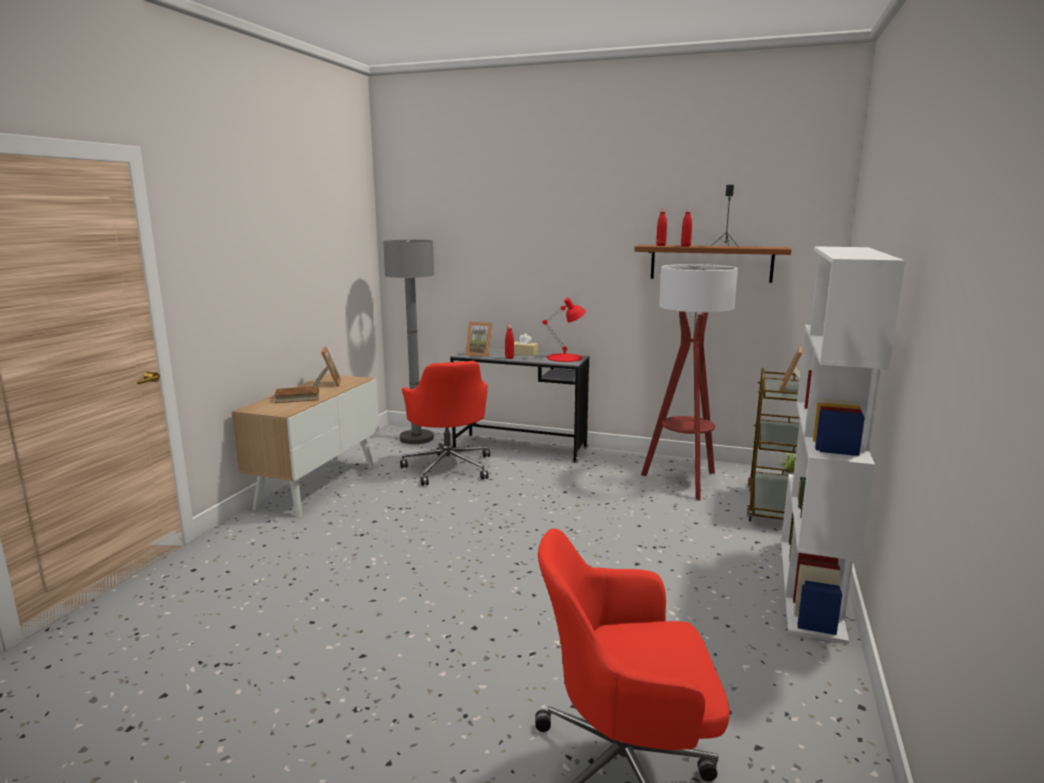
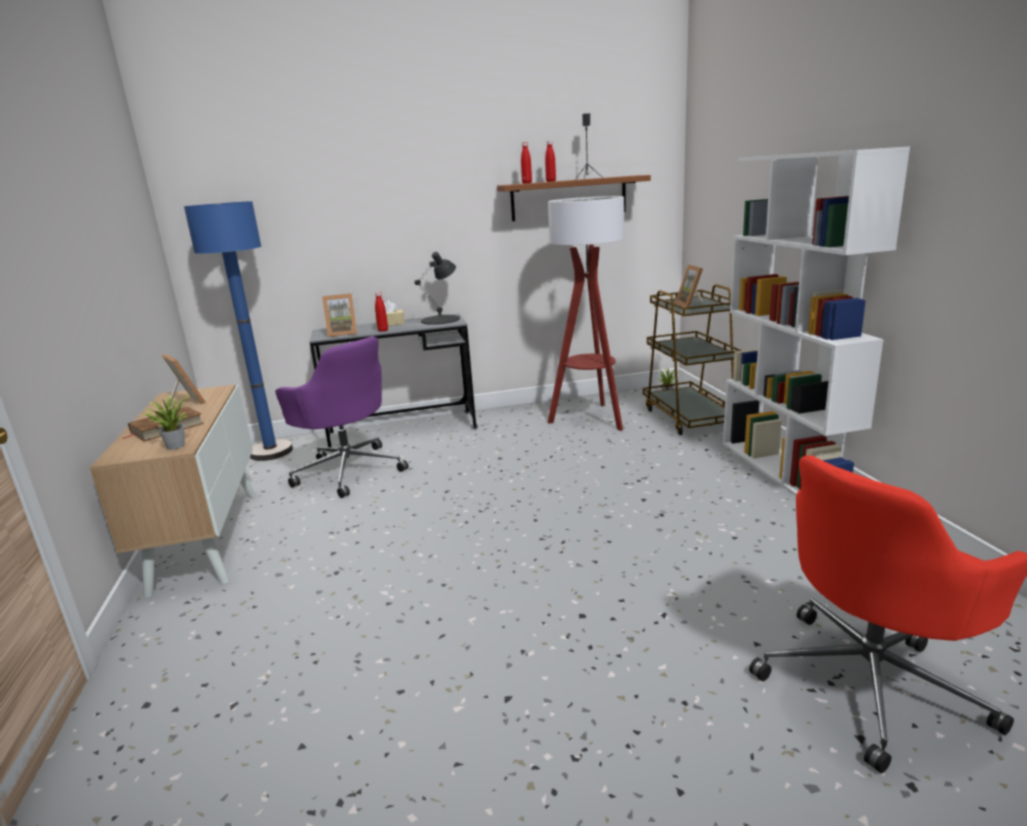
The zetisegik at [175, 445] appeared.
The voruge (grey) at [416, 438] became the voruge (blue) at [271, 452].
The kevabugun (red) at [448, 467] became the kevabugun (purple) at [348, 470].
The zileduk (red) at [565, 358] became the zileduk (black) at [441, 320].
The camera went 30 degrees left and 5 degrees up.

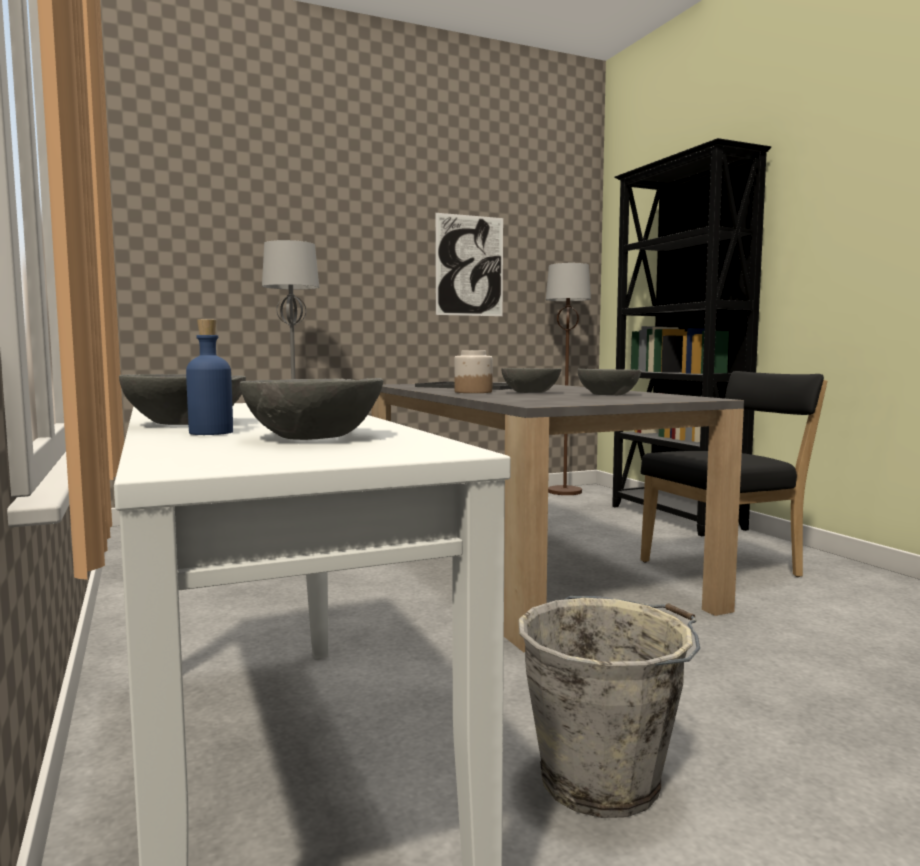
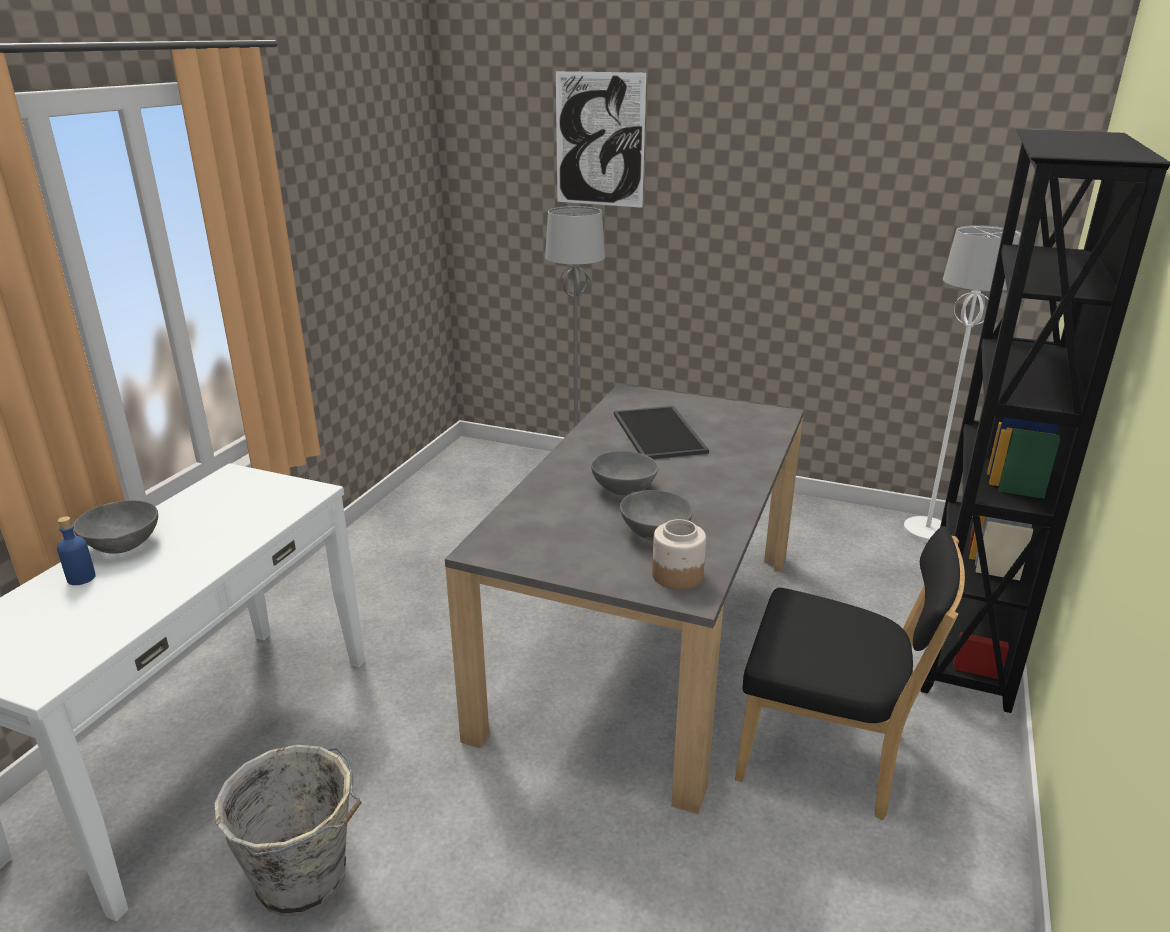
The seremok moved from [469, 265] to [599, 140].
The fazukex moved from [472, 392] to [676, 575].
The voruge (brown) at [565, 491] became the voruge (white) at [927, 531].
The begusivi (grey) at [314, 437] disappeared.
The camera went 45 degrees right and 20 degrees up.

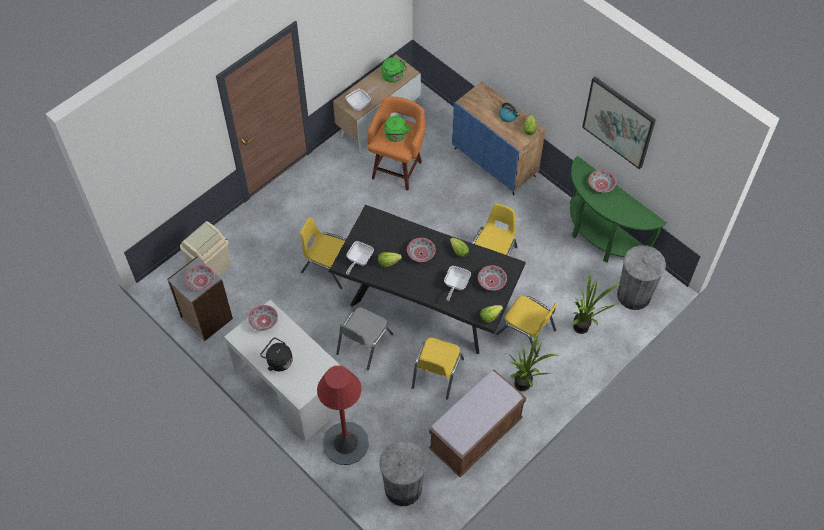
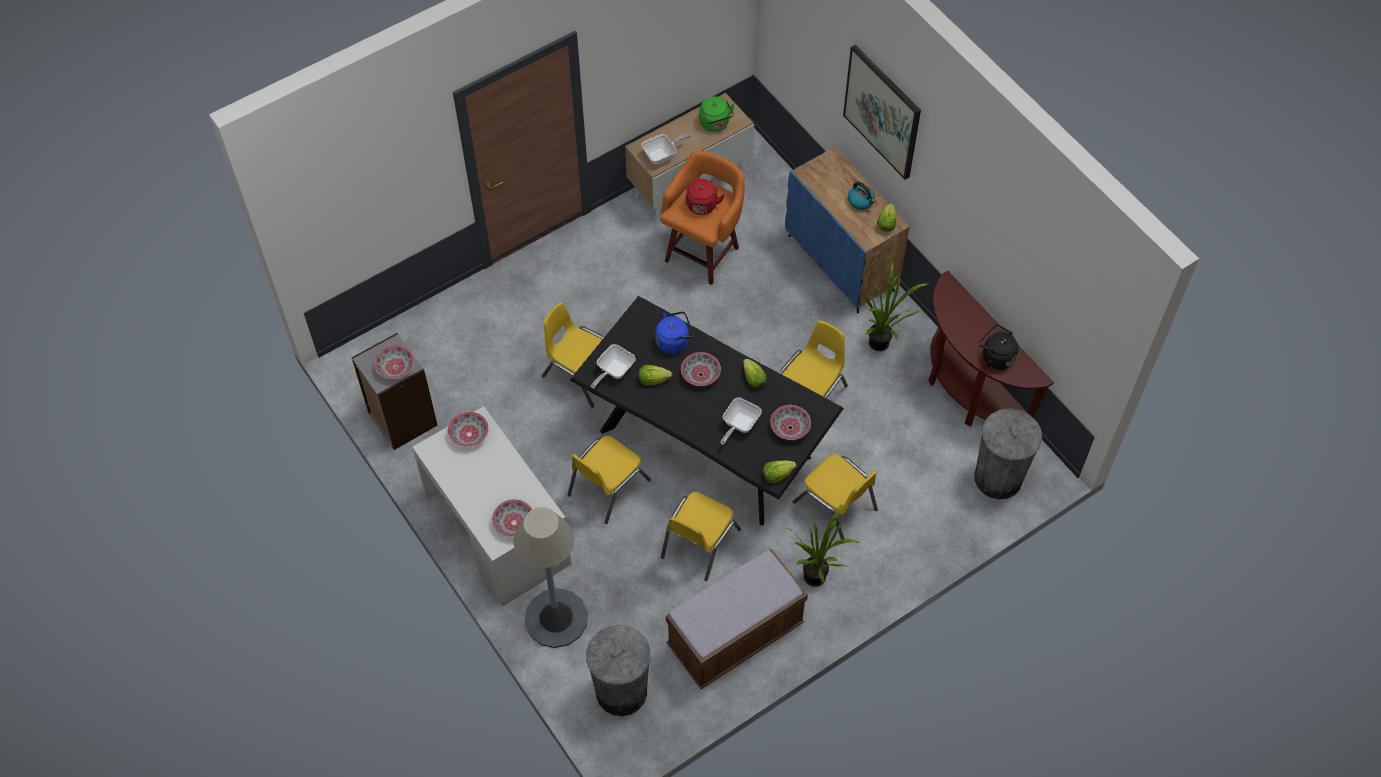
The begusivi moved from [601, 185] to [514, 522].
The voruge (red) at [345, 443] became the voruge (grey) at [556, 618].
The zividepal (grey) at [363, 344] became the zividepal (yellow) at [607, 487].
The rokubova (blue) at [674, 341] appeared.
The rokubova (green) at [396, 136] became the rokubova (red) at [701, 207].
The seremok moved from [619, 122] to [882, 111].
The zetisegik moved from [584, 329] to [883, 346].
The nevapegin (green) at [600, 238] became the nevapegin (brown) at [968, 391].
The rokubova (black) moved from [278, 361] to [995, 357].
The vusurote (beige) at [210, 266] disappeared.
The camera went 10 degrees right and 0 degrees up.

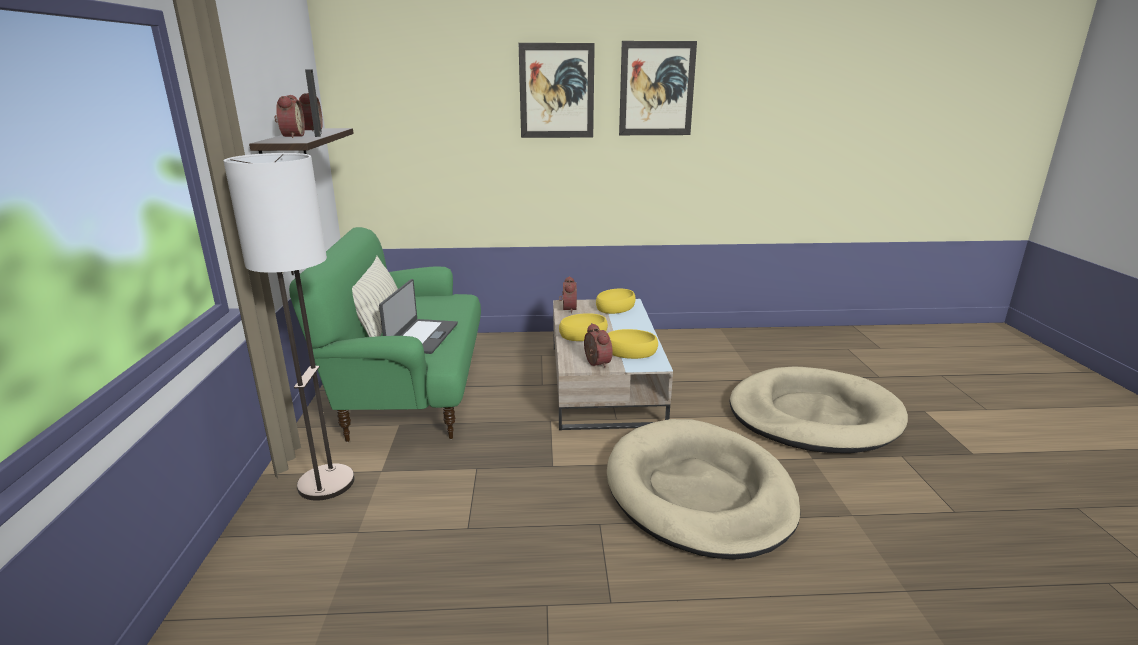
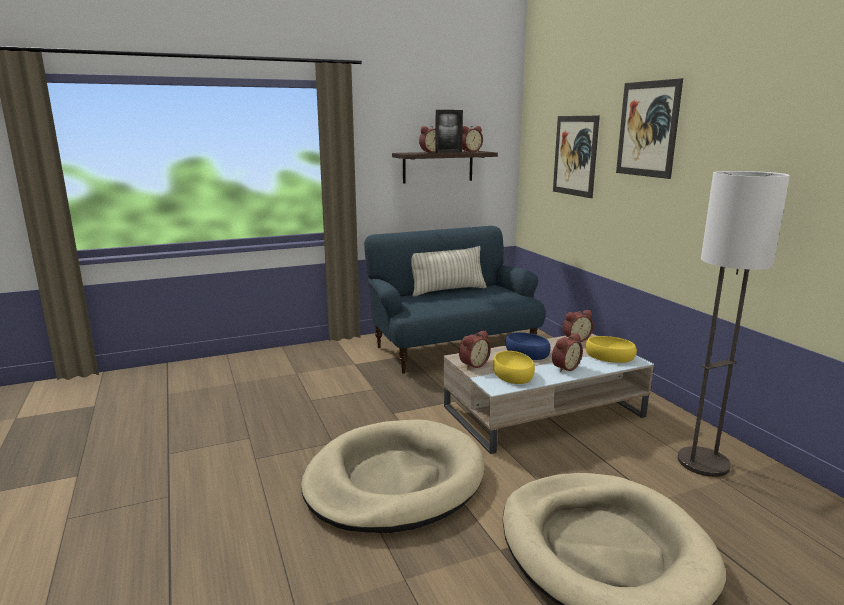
The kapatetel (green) at [412, 391] became the kapatetel (blue) at [453, 348].
The begusivi (yellow) at [583, 334] became the begusivi (blue) at [527, 352].
The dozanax at [564, 367] appeared.
The seremok moved from [656, 89] to [575, 156].
The voruge moved from [326, 483] to [703, 462].
The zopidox at [421, 336] disappeared.
The camera went 70 degrees right and 5 degrees down.

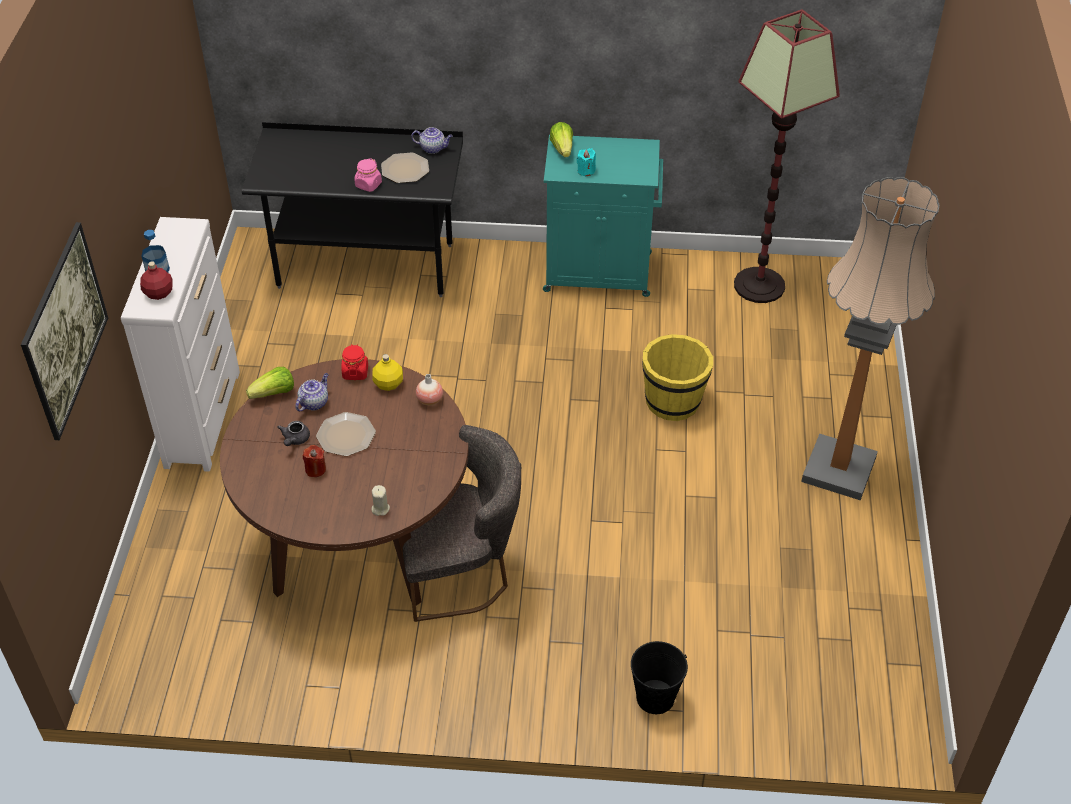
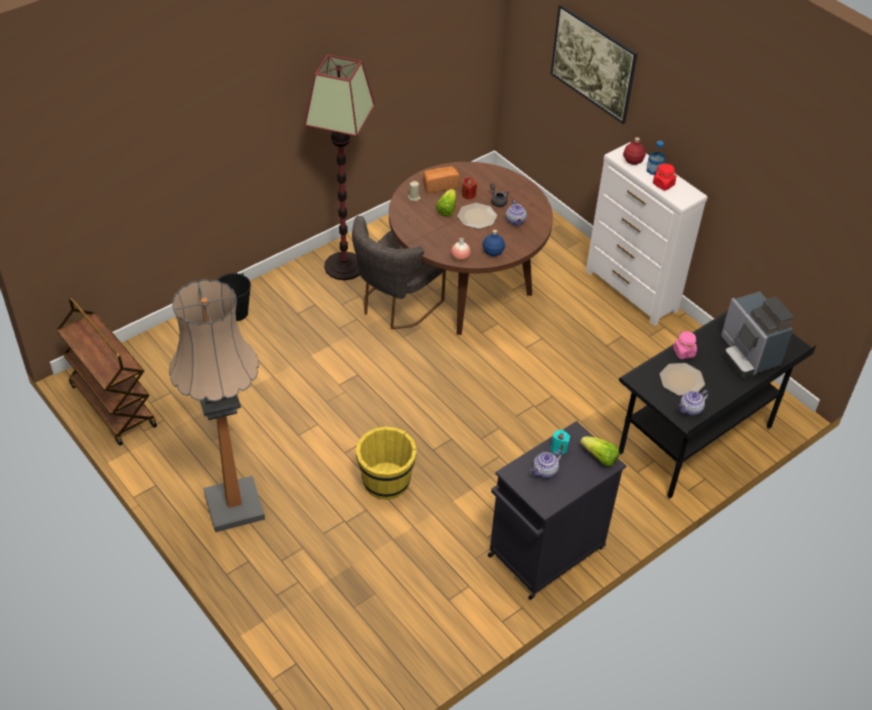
The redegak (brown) at [112, 405] appeared.
The voruge moved from [758, 285] to [344, 266].
The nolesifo at [440, 185] appeared.
The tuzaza moved from [274, 393] to [447, 209].
The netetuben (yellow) at [388, 384] became the netetuben (blue) at [493, 252].
The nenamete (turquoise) at [600, 272] became the nenamete (black) at [544, 553].
The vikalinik at [544, 472] appeared.
The fazukex (red) moved from [355, 372] to [663, 184].
The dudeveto at [748, 355] appeared.
The camera went 135 degrees right and 0 degrees up.

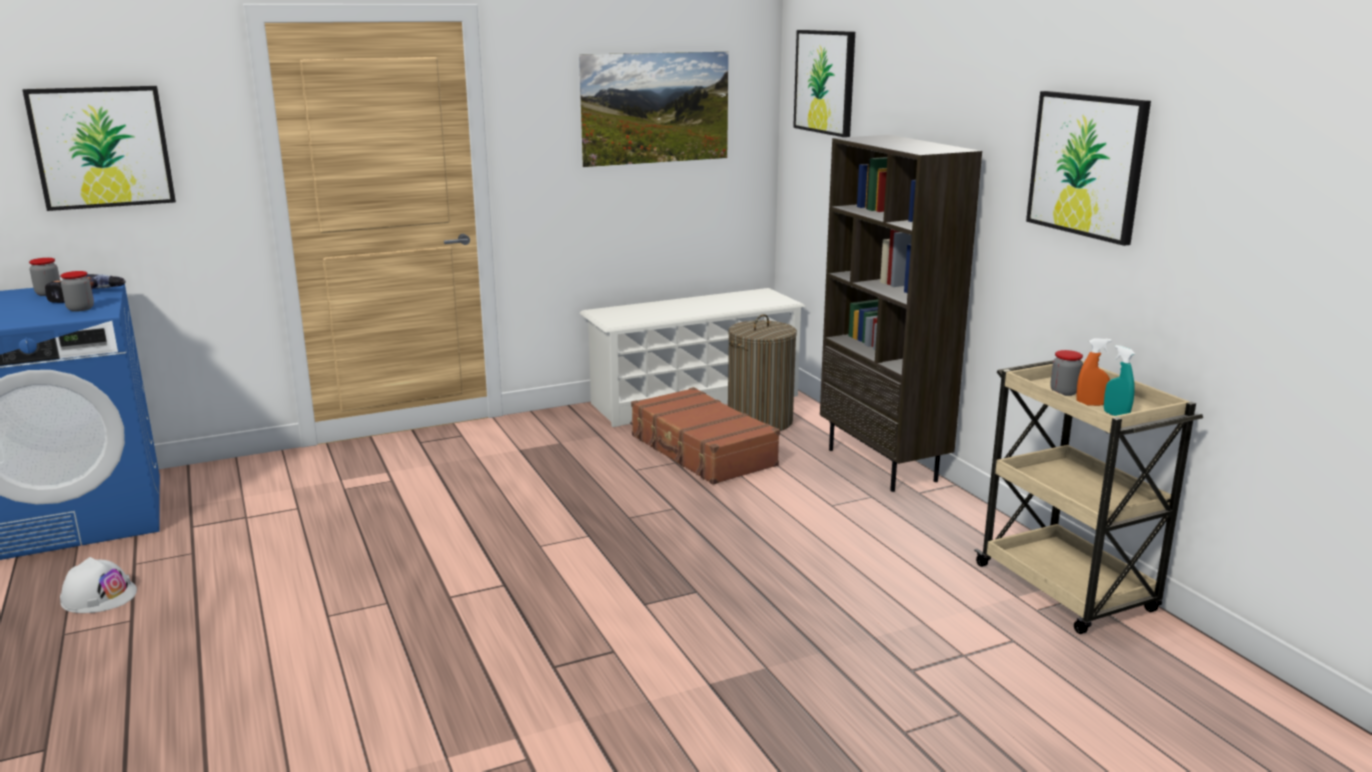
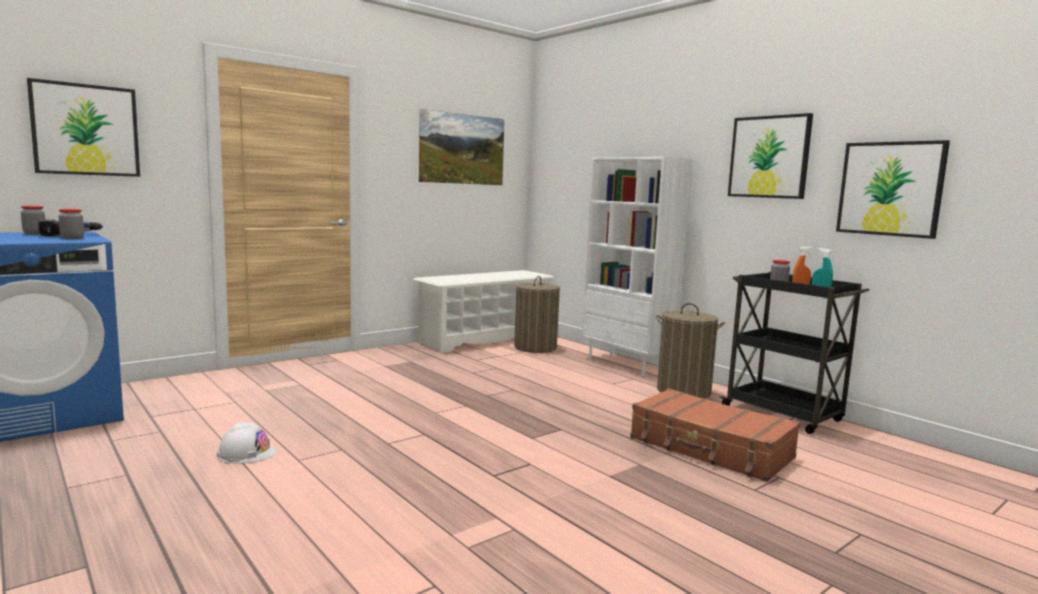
The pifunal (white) moved from [99, 596] to [247, 453].
The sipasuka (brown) at [883, 465] became the sipasuka (white) at [627, 364].
The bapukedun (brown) moved from [701, 451] to [710, 449].
The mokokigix at [683, 391] appeared.
The redegak (beige) at [1067, 590] became the redegak (black) at [783, 414].
The seremok moved from [825, 82] to [890, 189].
The camera went 15 degrees left and 10 degrees down.

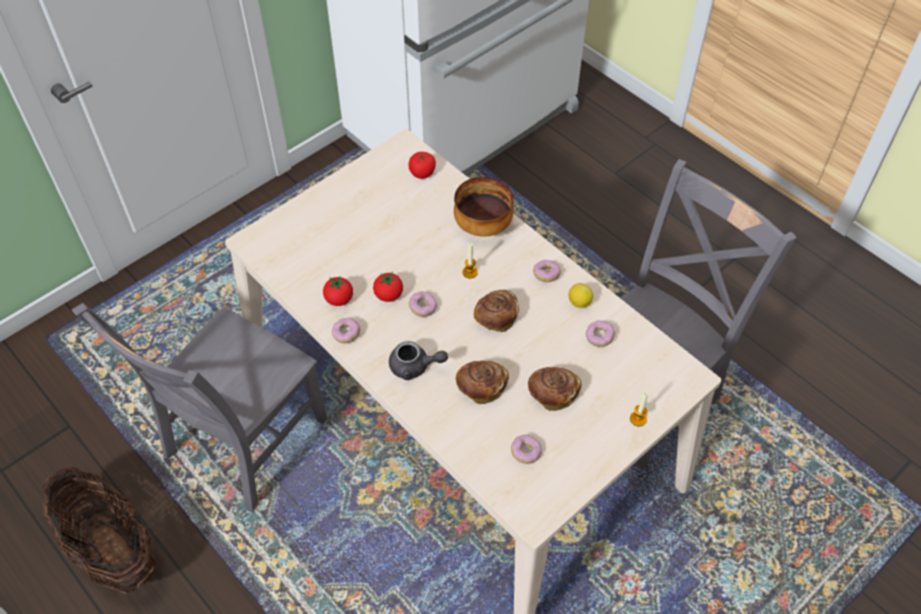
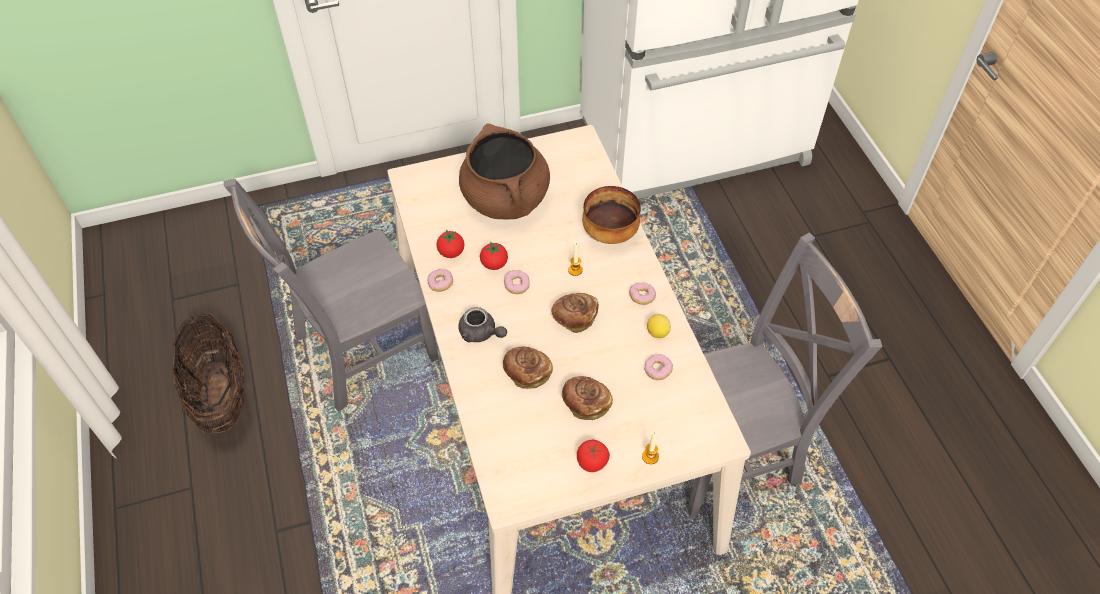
The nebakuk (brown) at [506, 199] appeared.
The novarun moved from [422, 173] to [592, 462].
The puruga at [525, 452] disappeared.
The camera went 25 degrees right and 0 degrees up.

